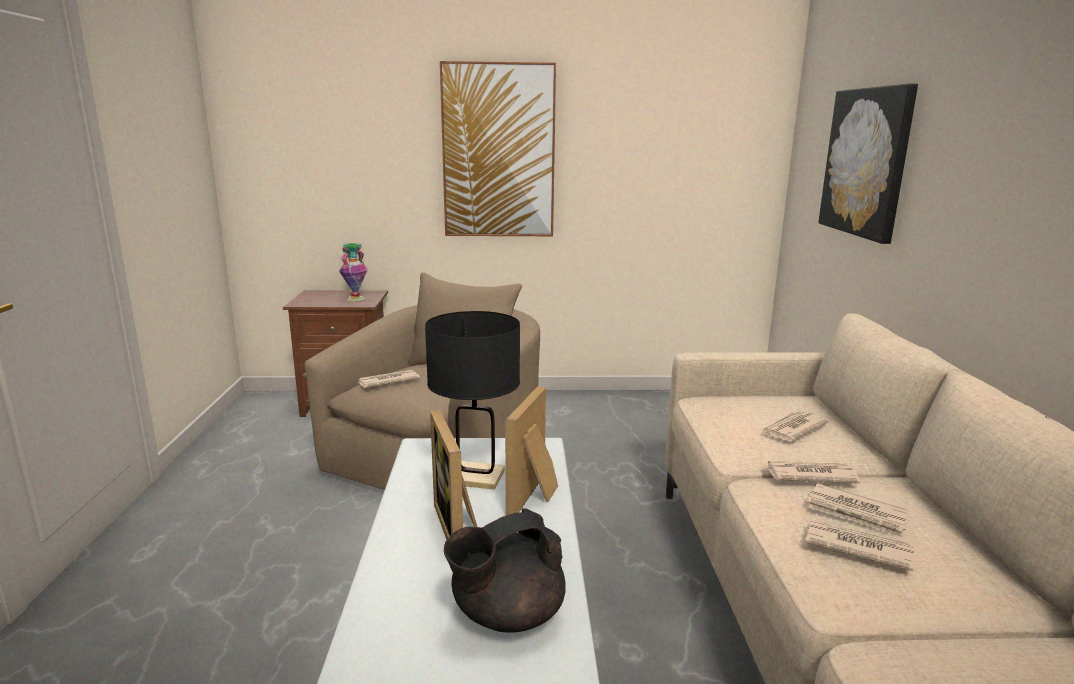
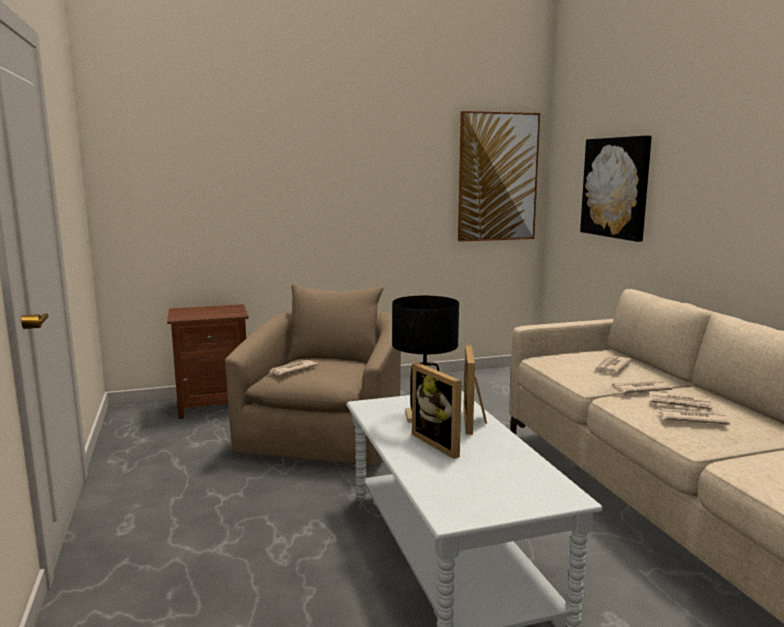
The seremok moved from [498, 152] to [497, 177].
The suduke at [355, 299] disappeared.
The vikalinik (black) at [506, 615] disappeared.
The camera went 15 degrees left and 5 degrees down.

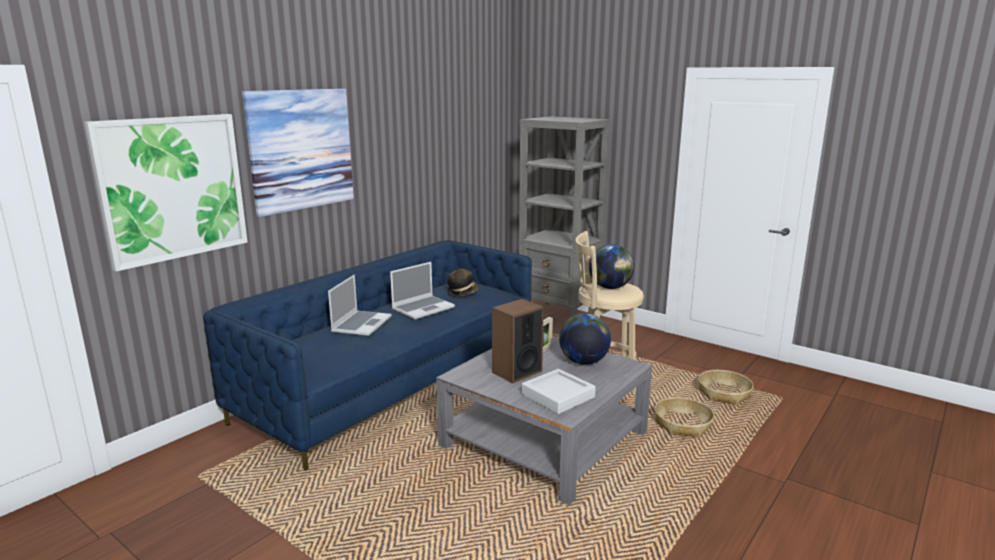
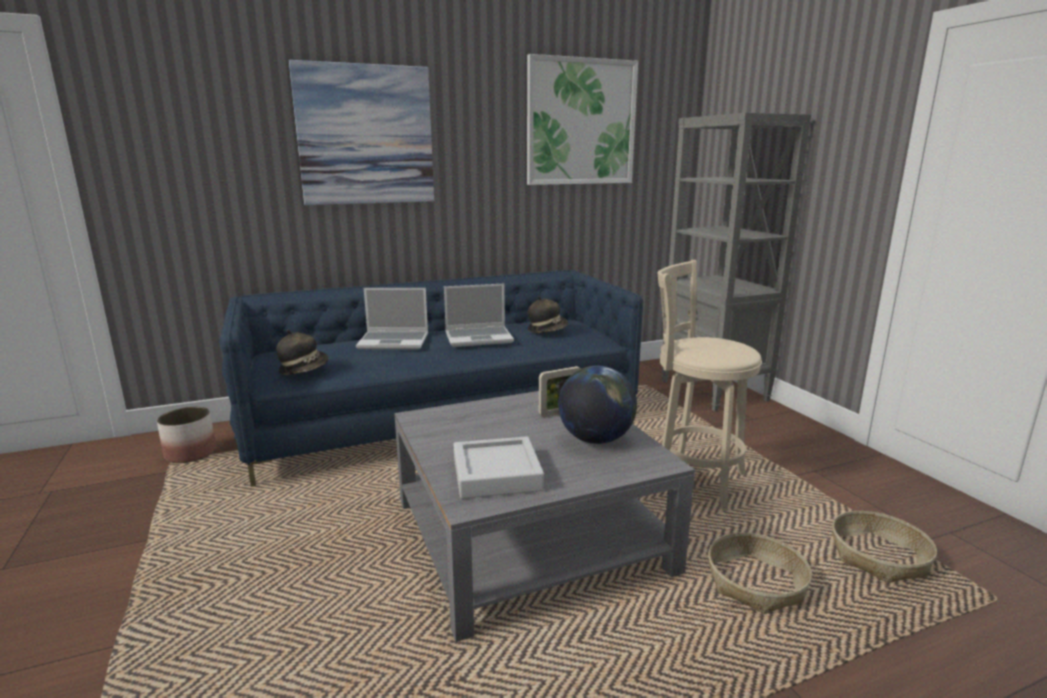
The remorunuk at [190, 453] appeared.
The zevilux at [304, 369] appeared.
The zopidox at [361, 324] turned 45 degrees clockwise.
The seremok moved from [173, 188] to [581, 122].
The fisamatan at [516, 372] disappeared.
The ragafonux at [610, 287] disappeared.
The camera went 30 degrees right and 0 degrees up.

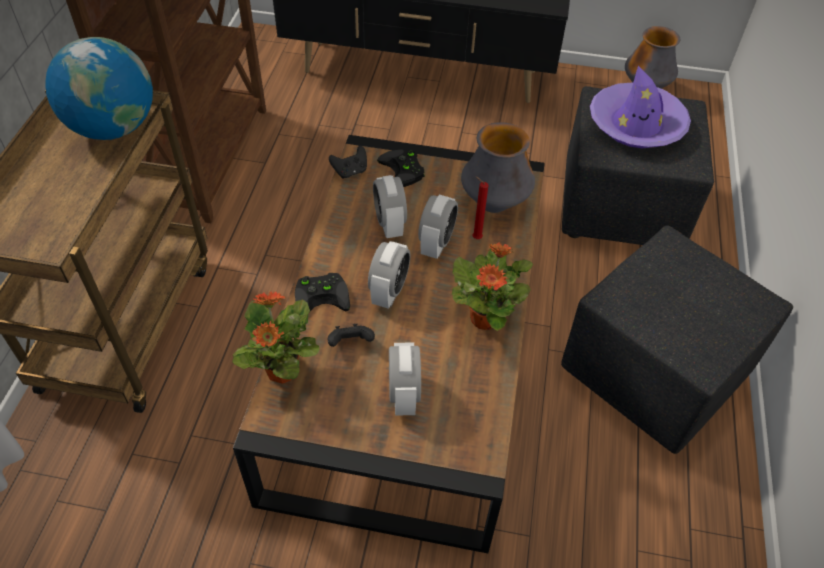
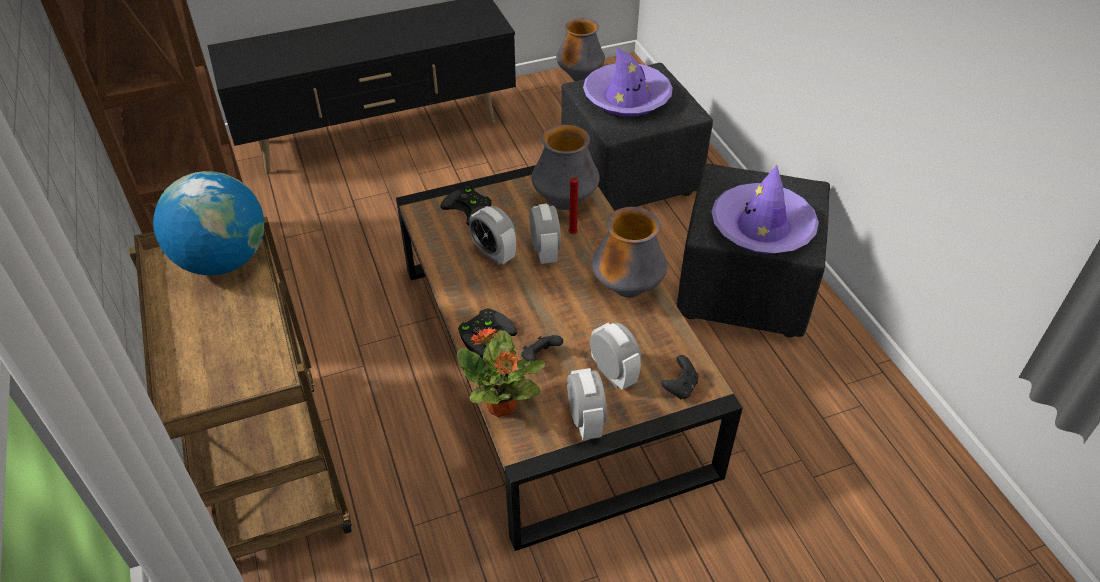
The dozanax moved from [389, 292] to [585, 421].
The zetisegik at [485, 318] was replaced by the suduke at [627, 289].
The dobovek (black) moved from [350, 171] to [680, 387].
The zevilux (purple) at [762, 228] appeared.
The camera went 30 degrees left and 5 degrees down.

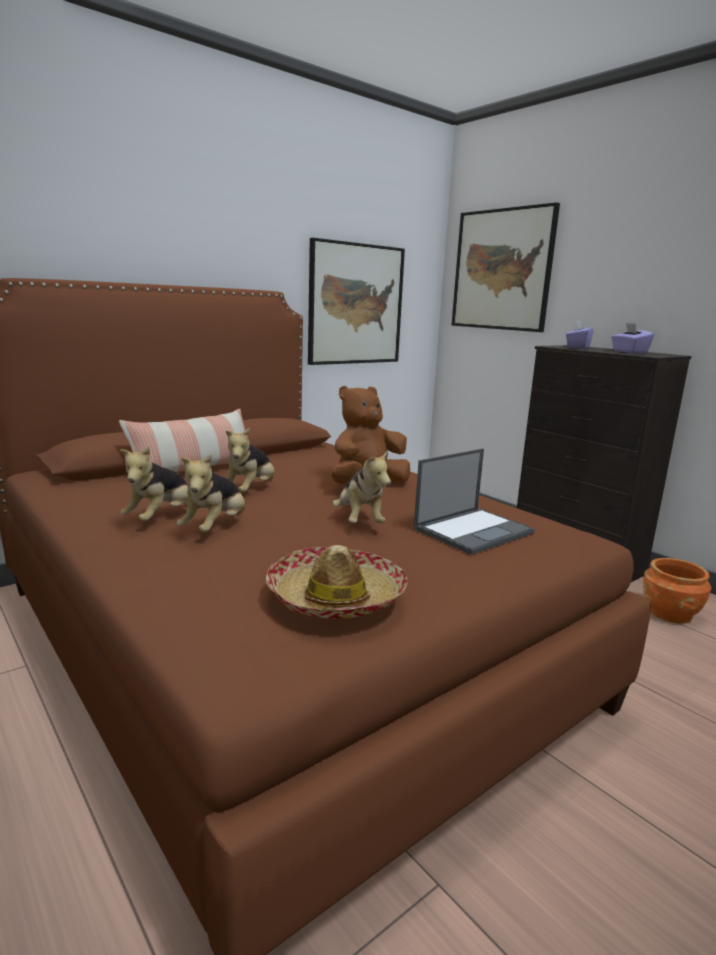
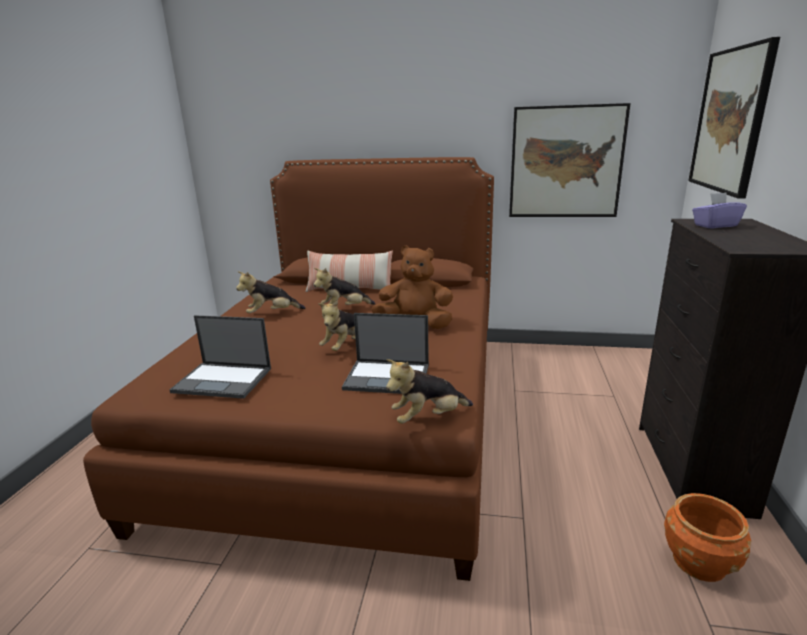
The zevilux at [336, 597] was replaced by the zopidox at [224, 380].
The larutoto moved from [215, 527] to [428, 418].
The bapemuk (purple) at [629, 352] disappeared.
The camera went 50 degrees right and 5 degrees up.

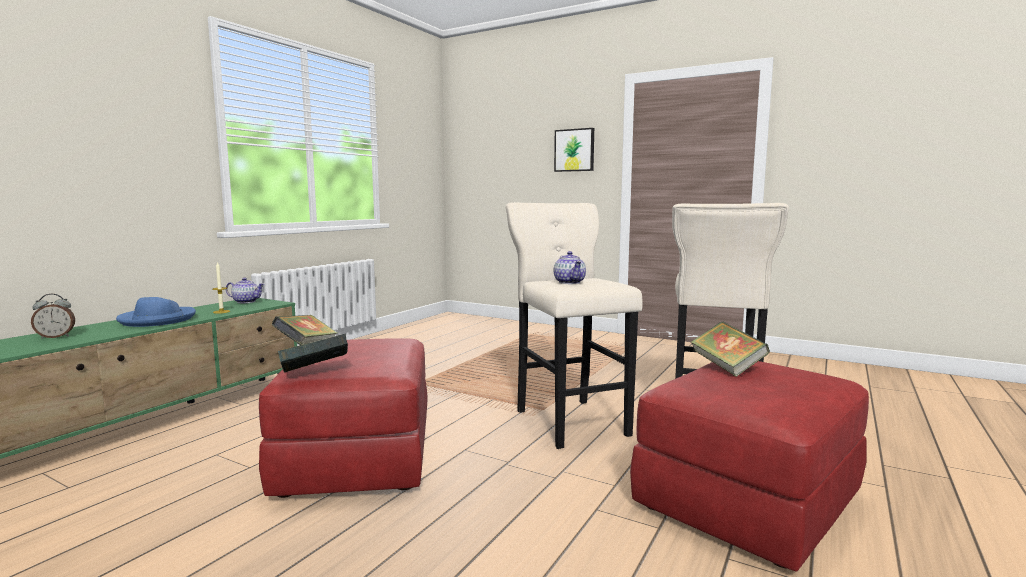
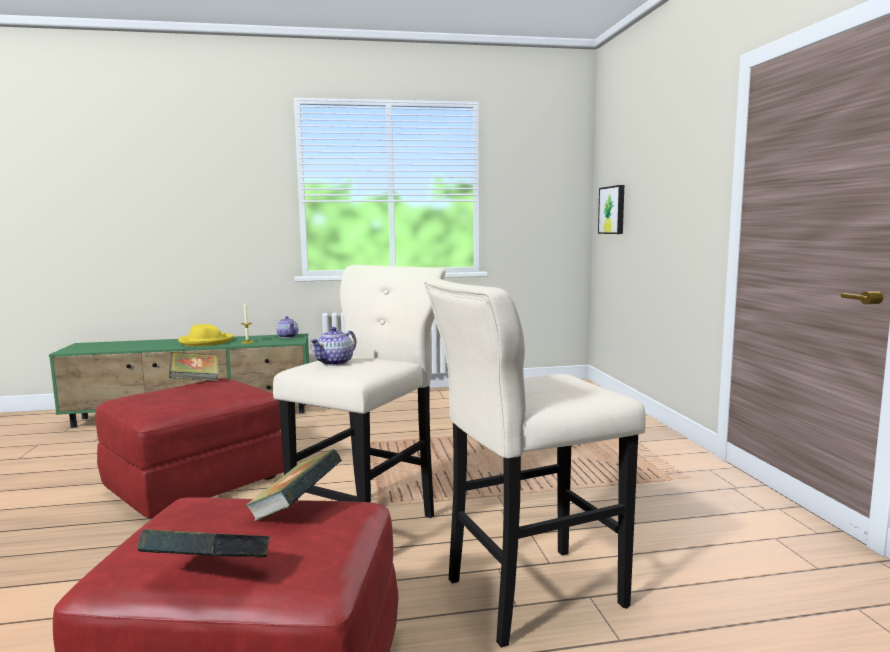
The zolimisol moved from [315, 373] to [207, 576].
The zevilux (blue) at [157, 319] became the zevilux (yellow) at [206, 342].
The seremok moved from [574, 150] to [613, 210].
The dozanax at [56, 337] disappeared.
The camera went 50 degrees right and 0 degrees up.

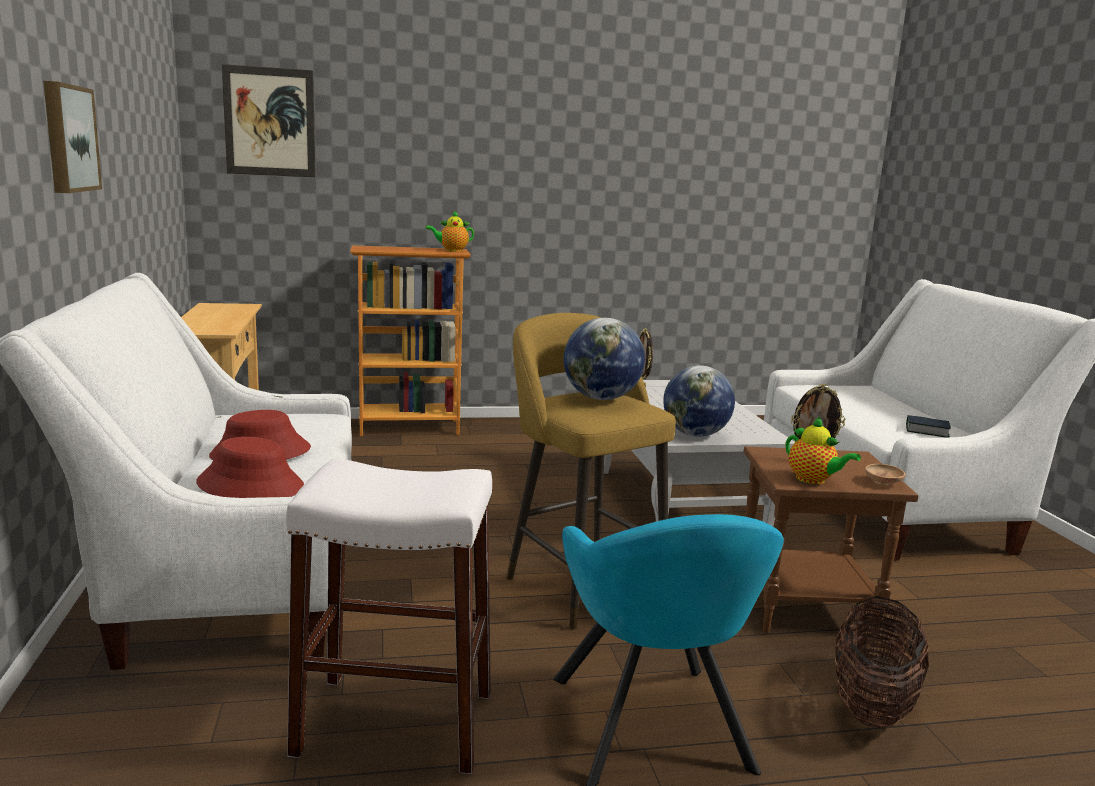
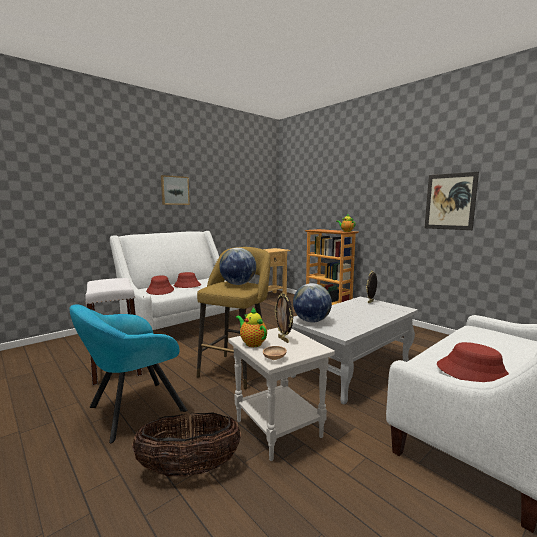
The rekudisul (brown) at [806, 607] became the rekudisul (white) at [280, 429].
The vikalinik at [813, 480] turned 120 degrees clockwise.
The seremok moved from [270, 122] to [450, 201].
The zolimisol at [927, 431] was replaced by the zevilux (red) at [473, 373].
The camera went 60 degrees right and 5 degrees down.

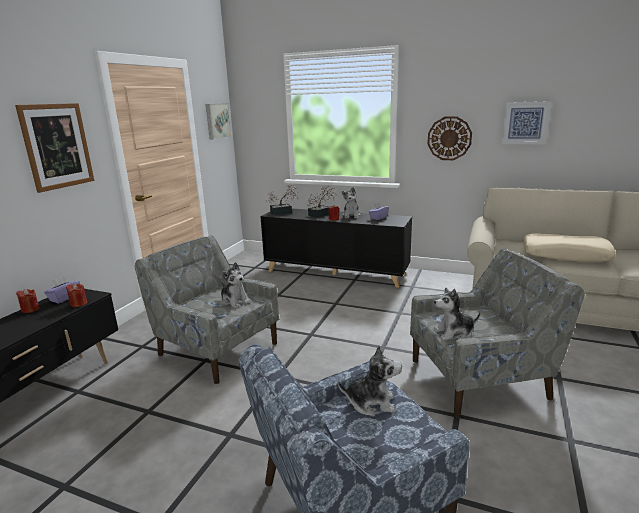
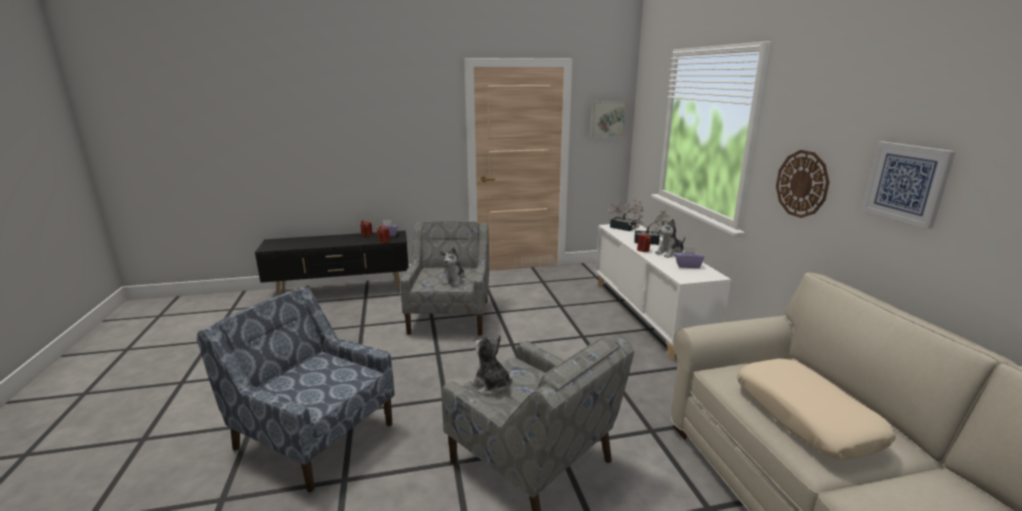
The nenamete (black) at [336, 273] became the nenamete (white) at [648, 314].
The seremok at [57, 146] disappeared.
The larutoto at [371, 403] disappeared.
The camera went 55 degrees right and 0 degrees up.

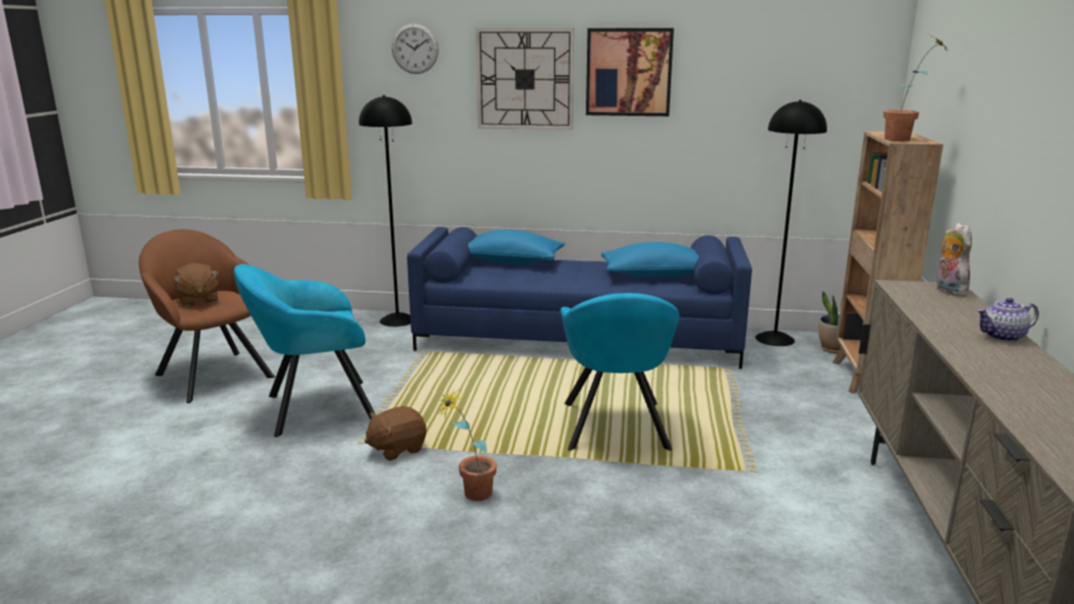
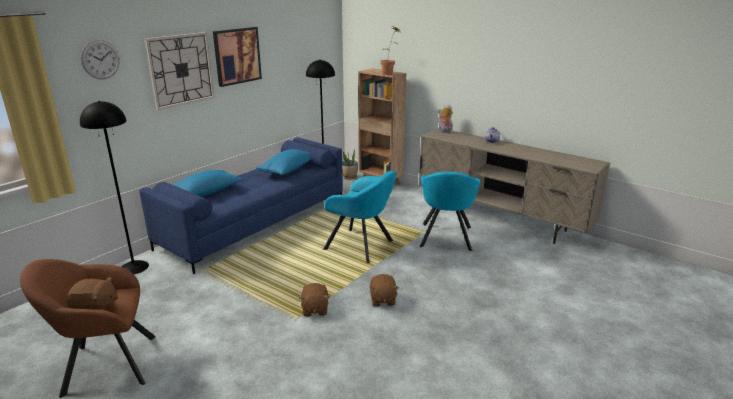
The zetisegik at [470, 495] was replaced by the larutoto (brown) at [382, 300].
The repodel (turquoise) moved from [314, 408] to [446, 238].
The camera went 60 degrees left and 5 degrees up.

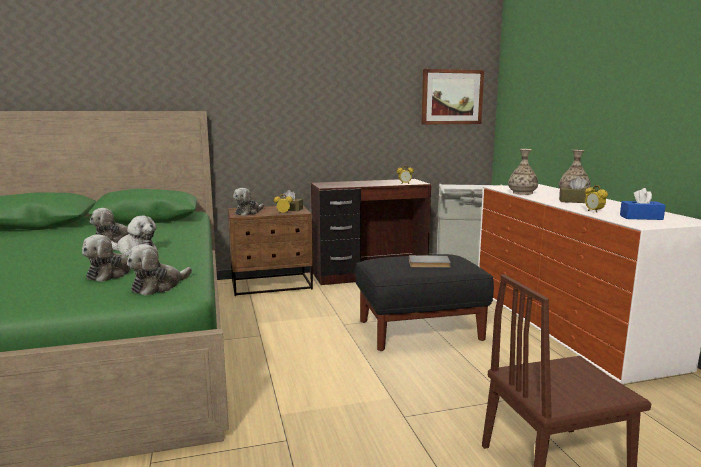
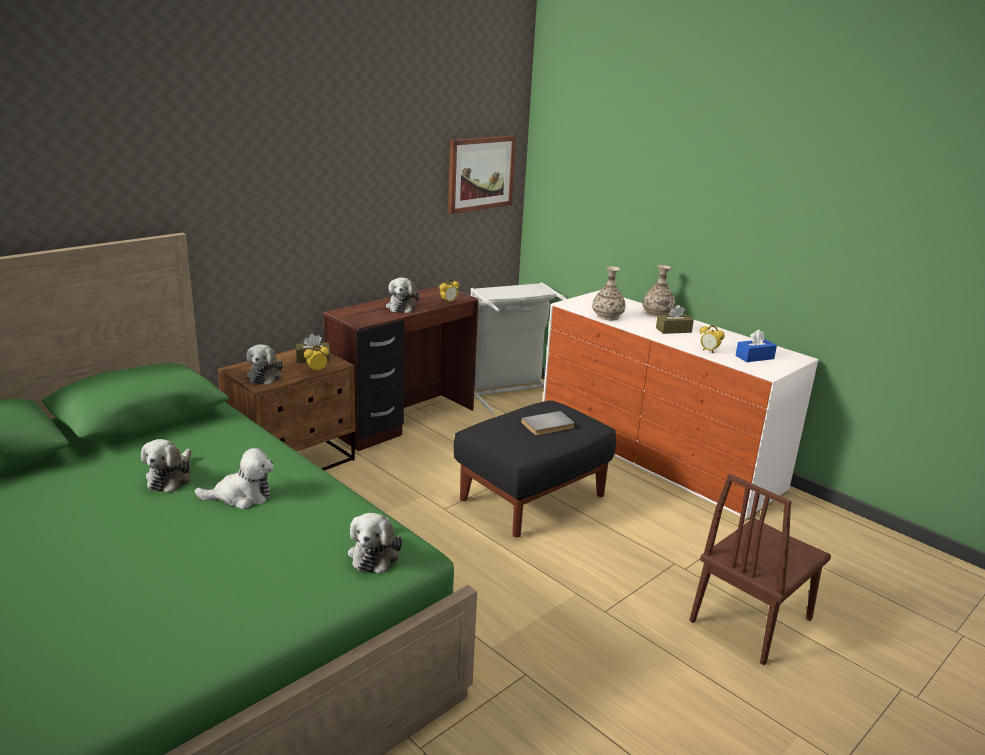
The larutoto moved from [112, 274] to [401, 307].
The camera went 30 degrees left and 10 degrees up.

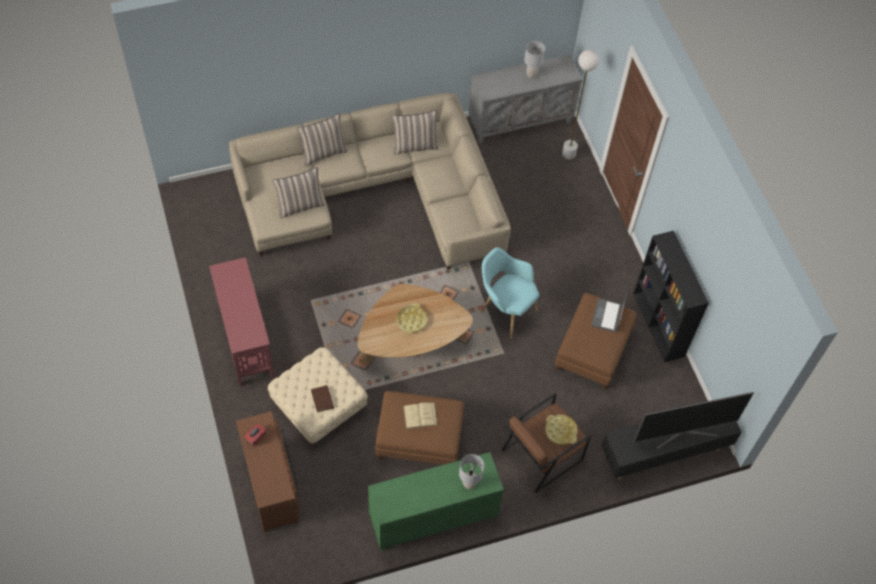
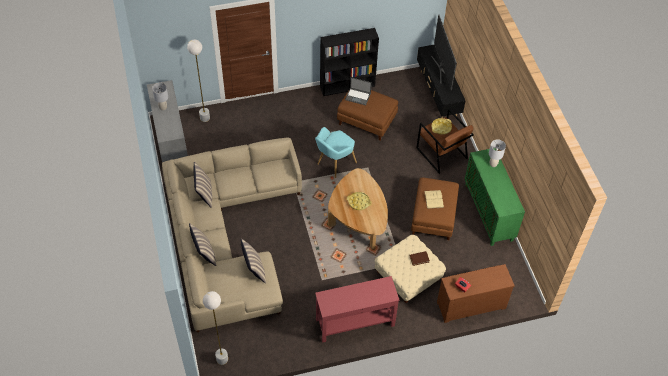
The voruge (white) at [222, 359] appeared.
The camera went 85 degrees left and 5 degrees down.

